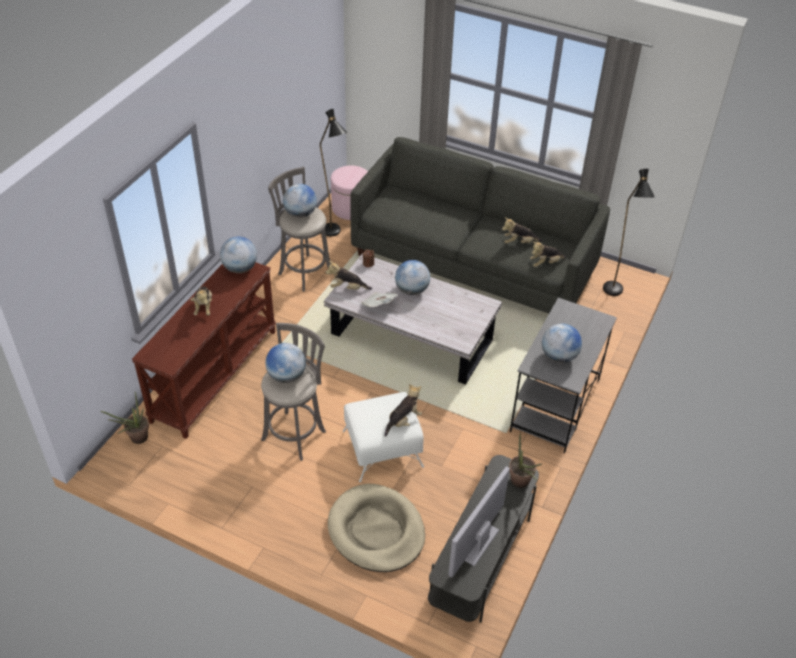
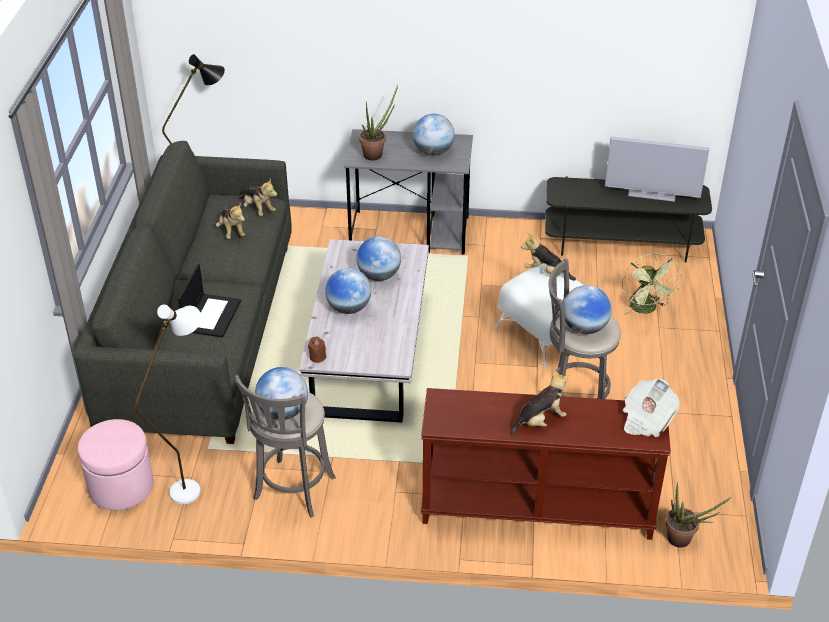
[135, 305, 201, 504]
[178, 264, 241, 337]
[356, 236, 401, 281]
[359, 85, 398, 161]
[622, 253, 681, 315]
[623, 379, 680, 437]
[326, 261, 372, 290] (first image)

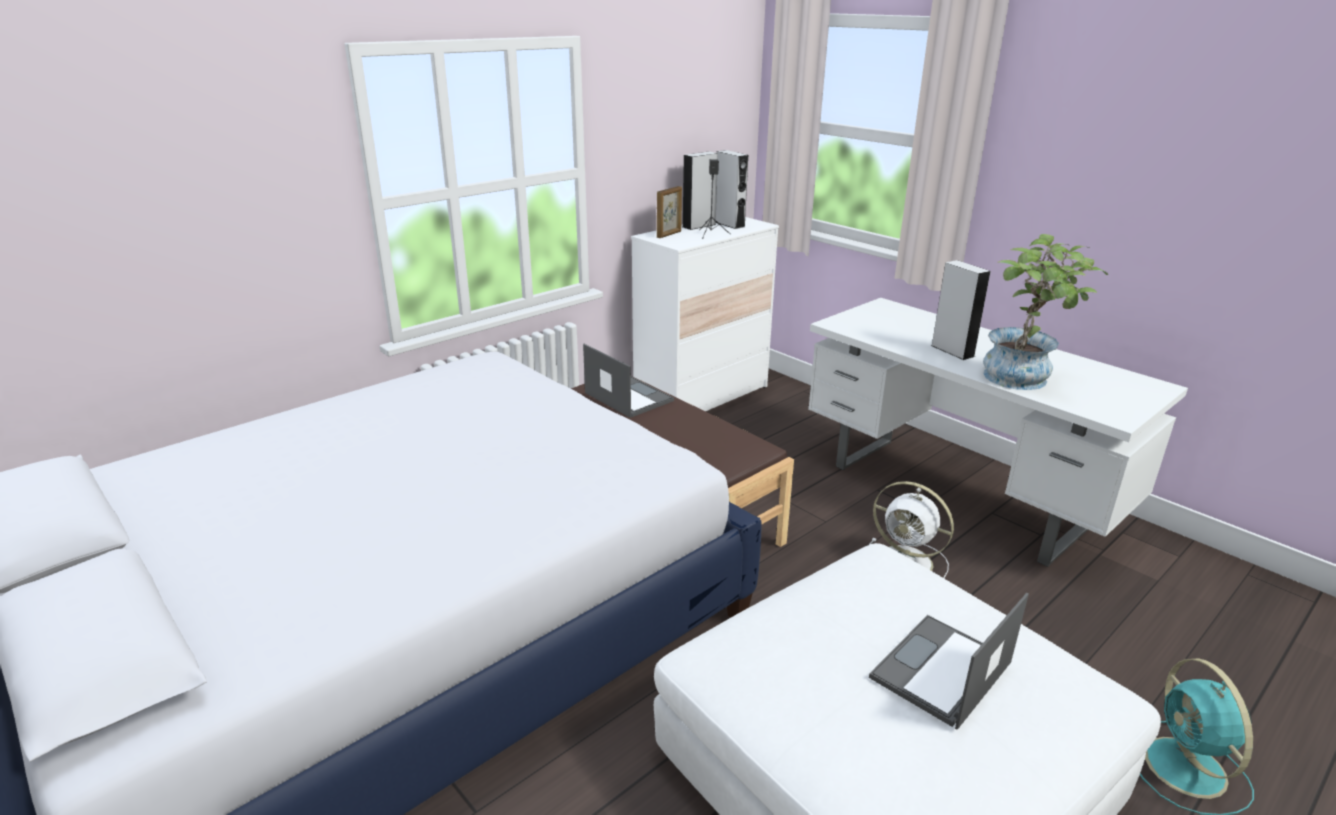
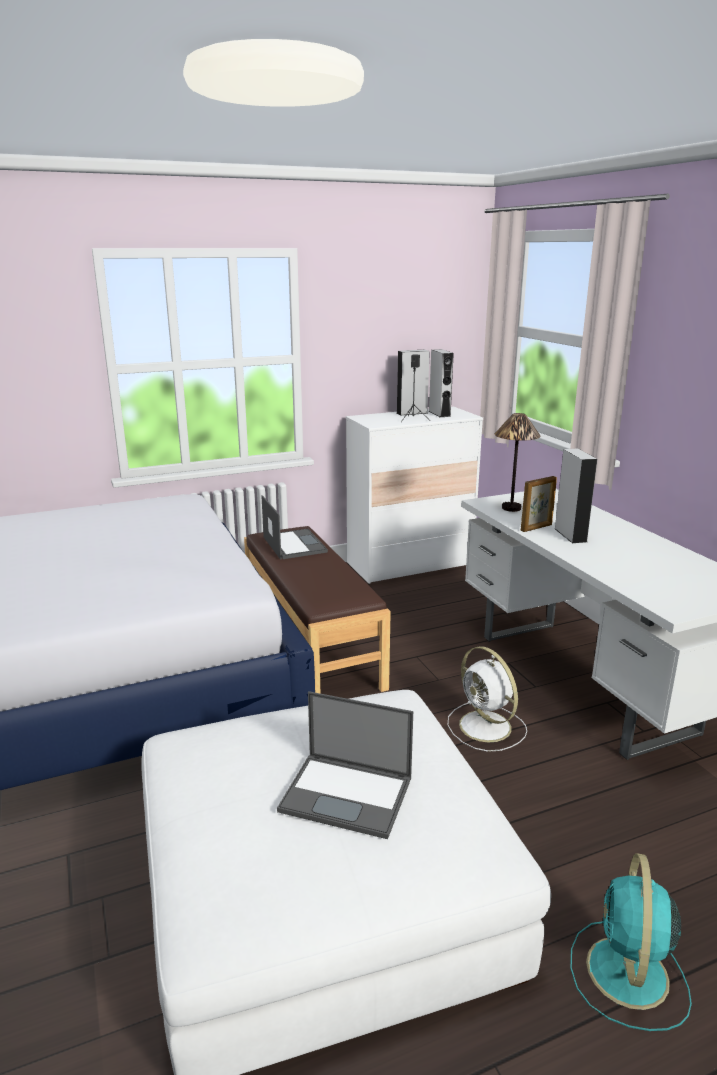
[277, 691, 413, 839]
[495, 413, 541, 512]
[521, 476, 557, 532]
[983, 234, 1108, 390] (first image)

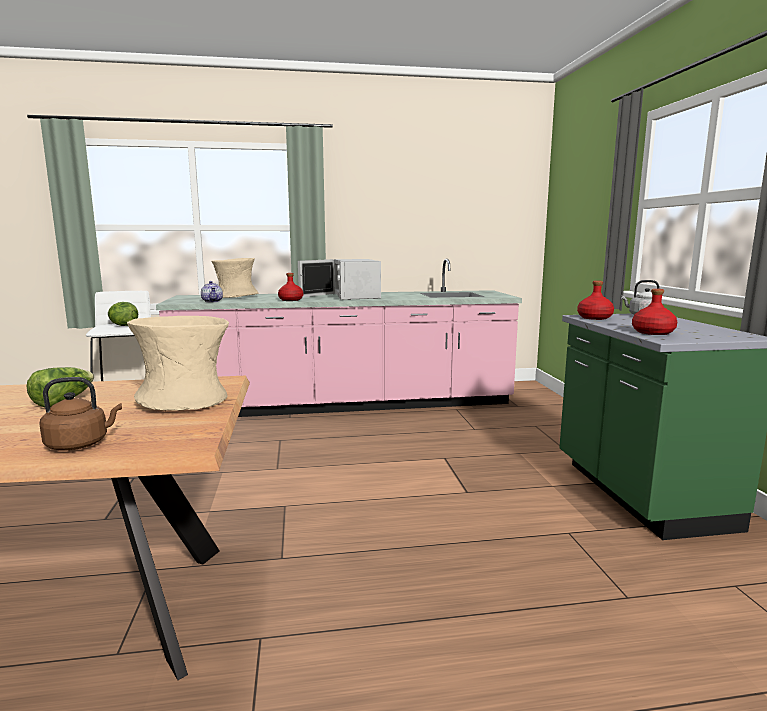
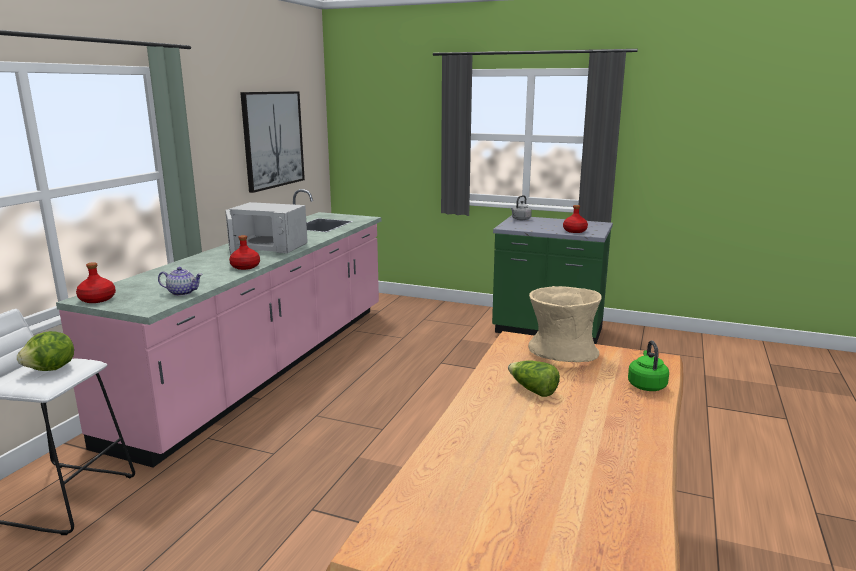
[76, 262, 116, 303]
[240, 91, 305, 193]
[628, 340, 669, 391]
[211, 258, 258, 298] (first image)

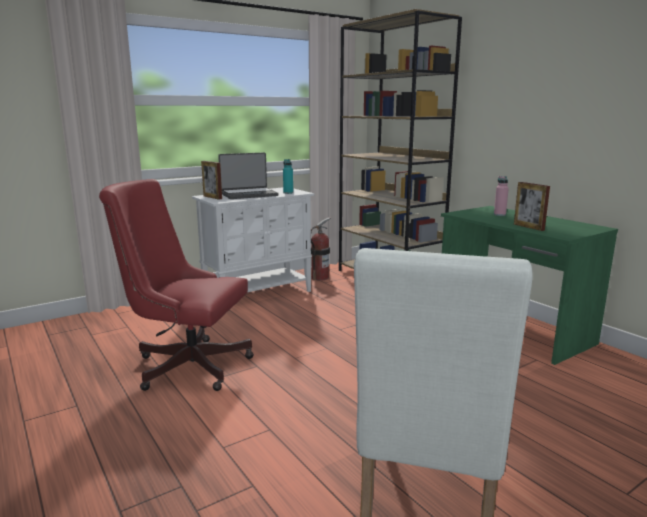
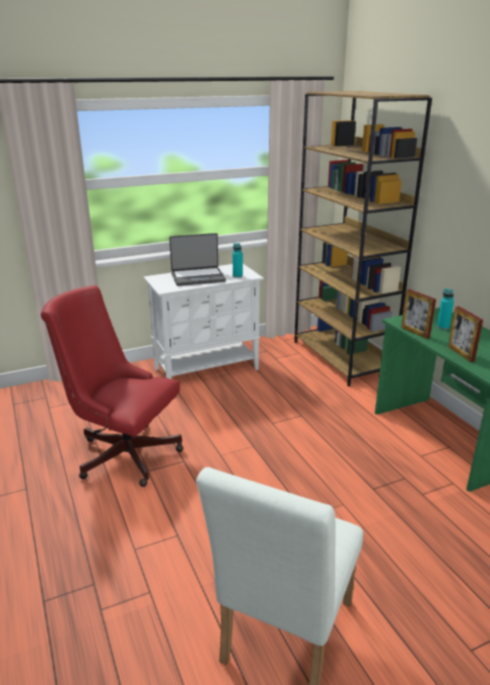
[401, 289, 436, 339]
[437, 289, 454, 330]
[311, 217, 331, 281] (first image)

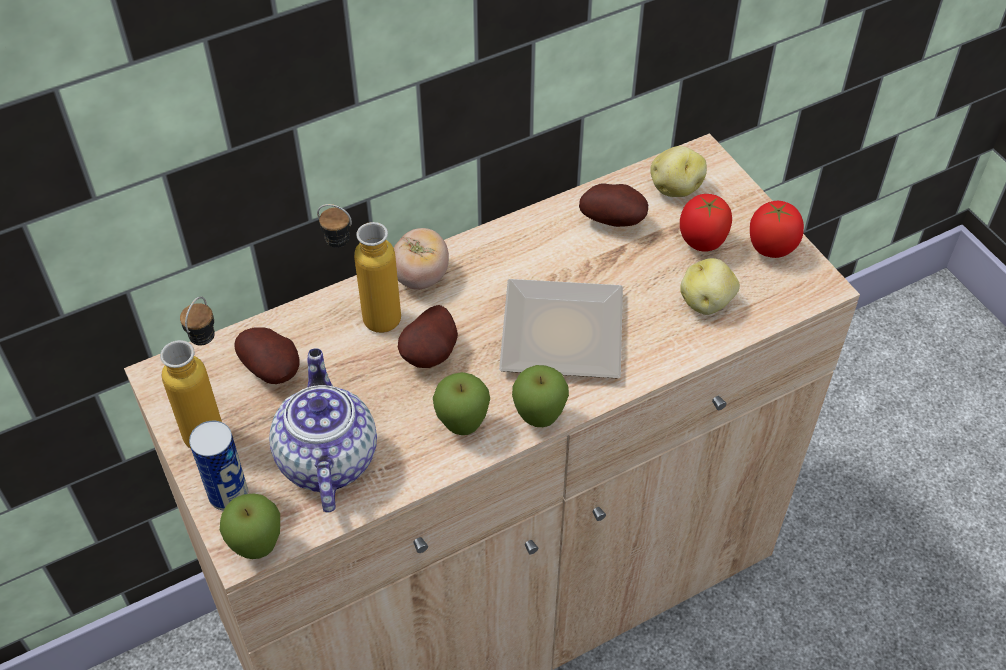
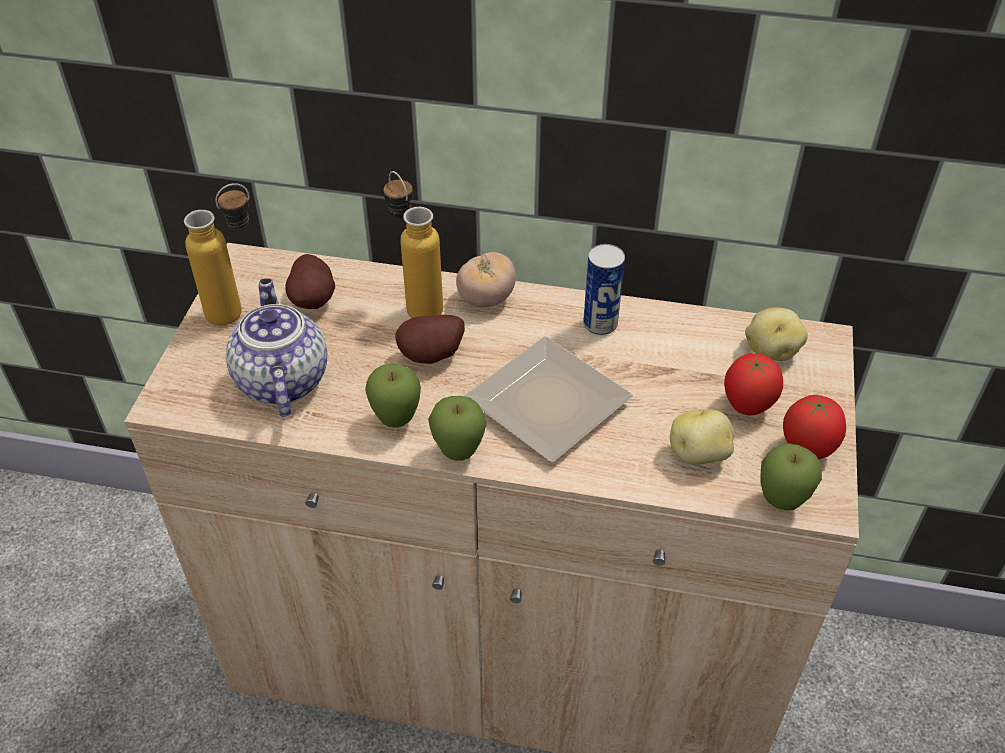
[226, 278, 327, 417]
[583, 244, 625, 335]
[760, 443, 822, 511]
[579, 183, 648, 227] (first image)

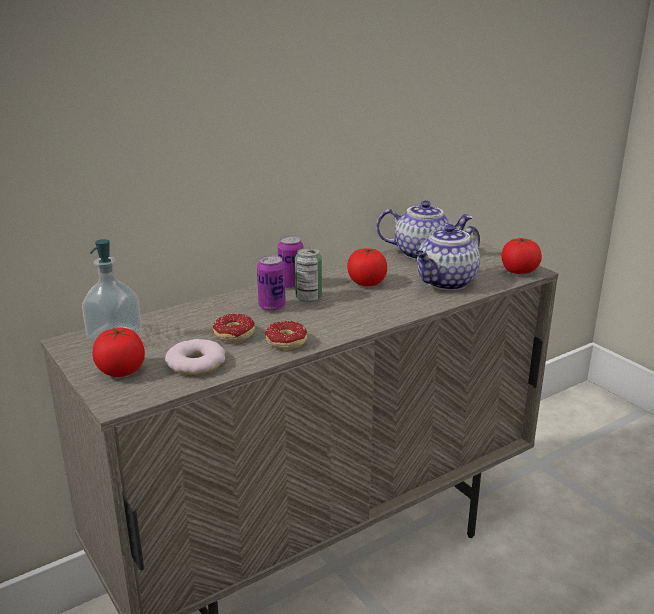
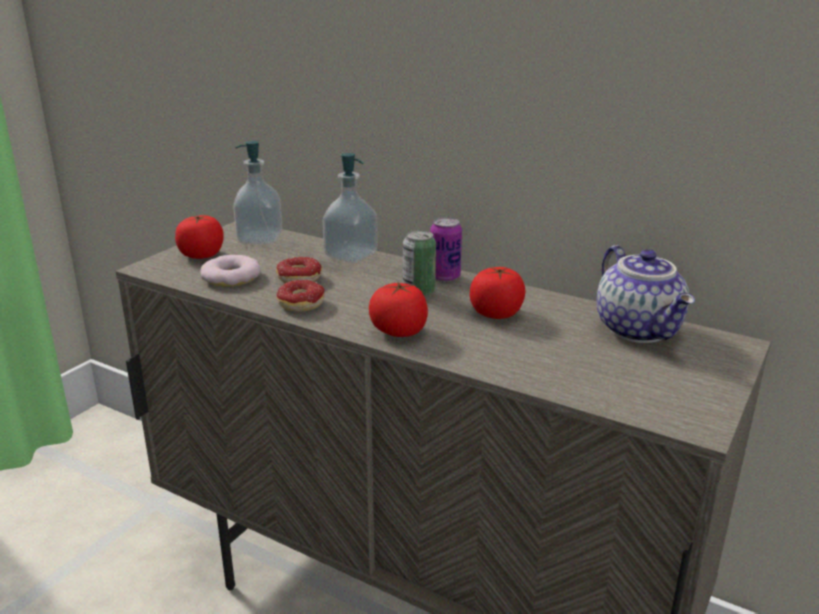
[323, 153, 378, 263]
[369, 281, 428, 337]
[257, 255, 286, 311] (first image)
[416, 224, 480, 290] (first image)

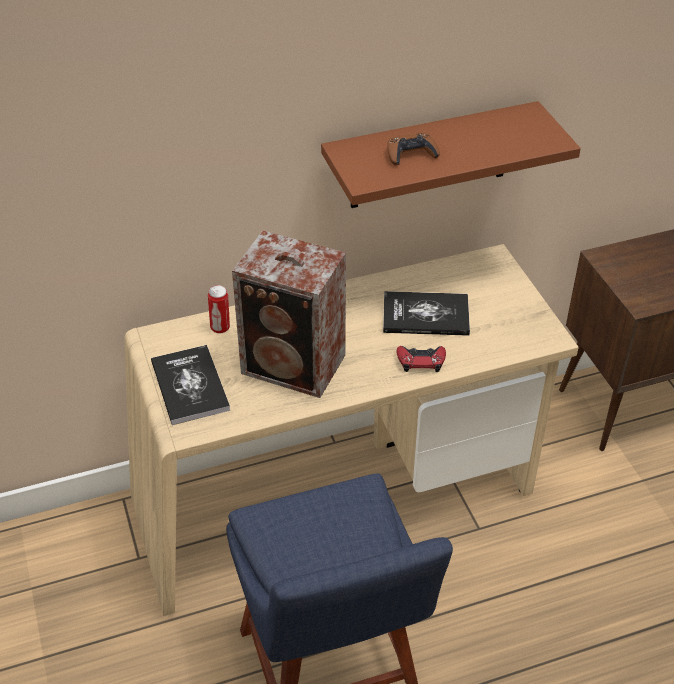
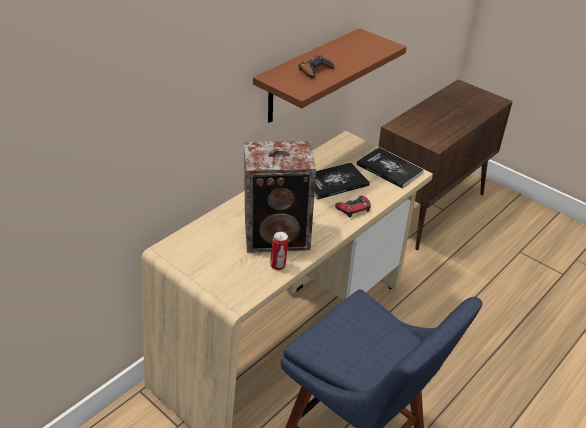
[270, 231, 289, 270]
[356, 147, 424, 188]

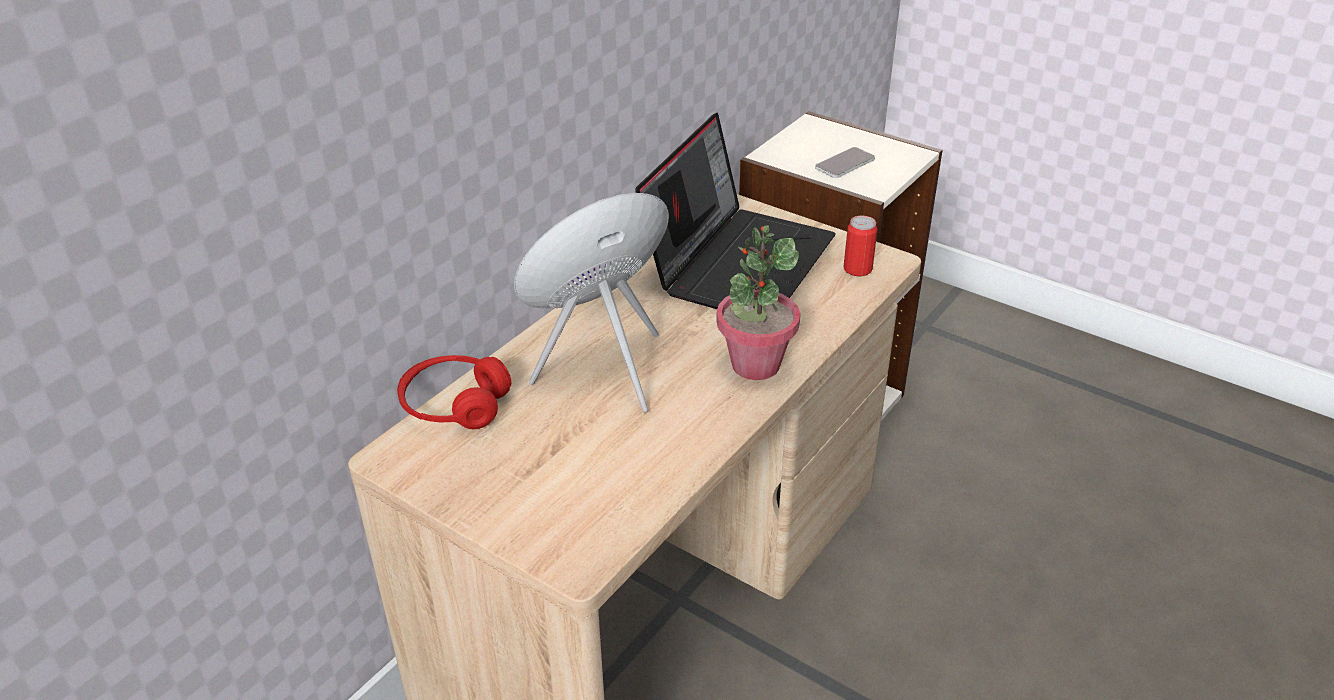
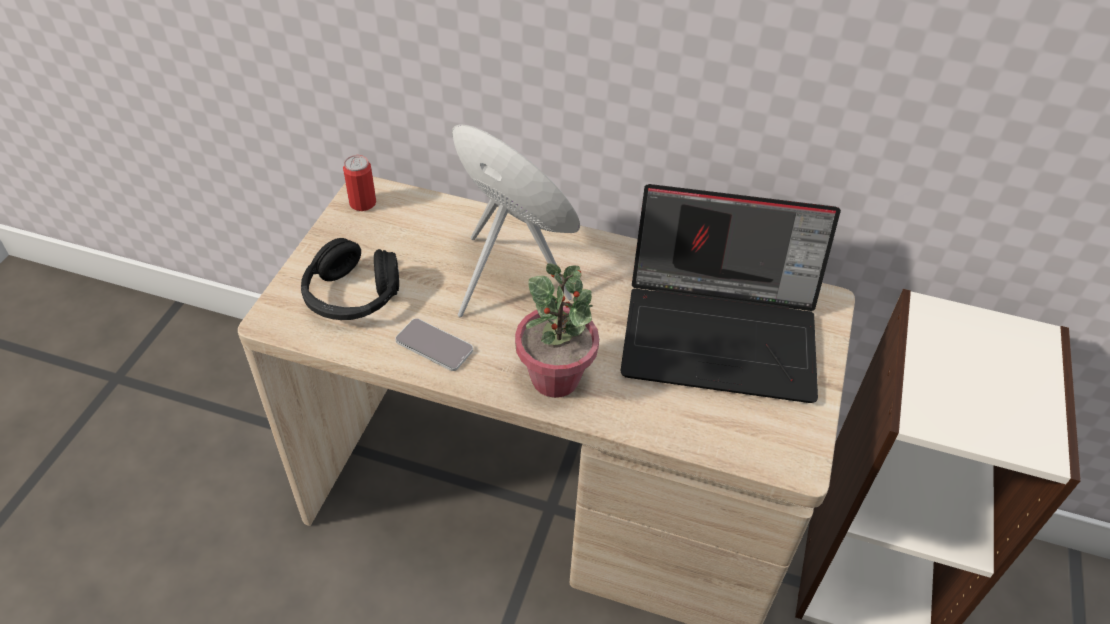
[301, 238, 399, 320]
[343, 155, 376, 211]
[395, 318, 473, 371]
[397, 355, 511, 429] (first image)

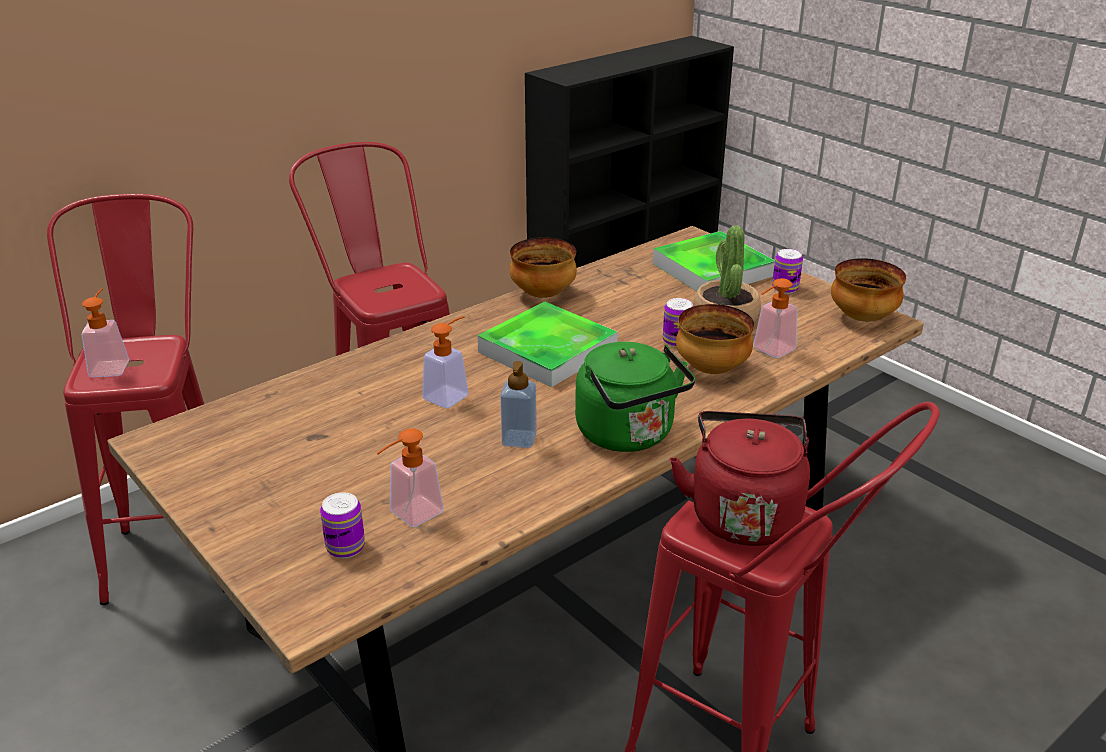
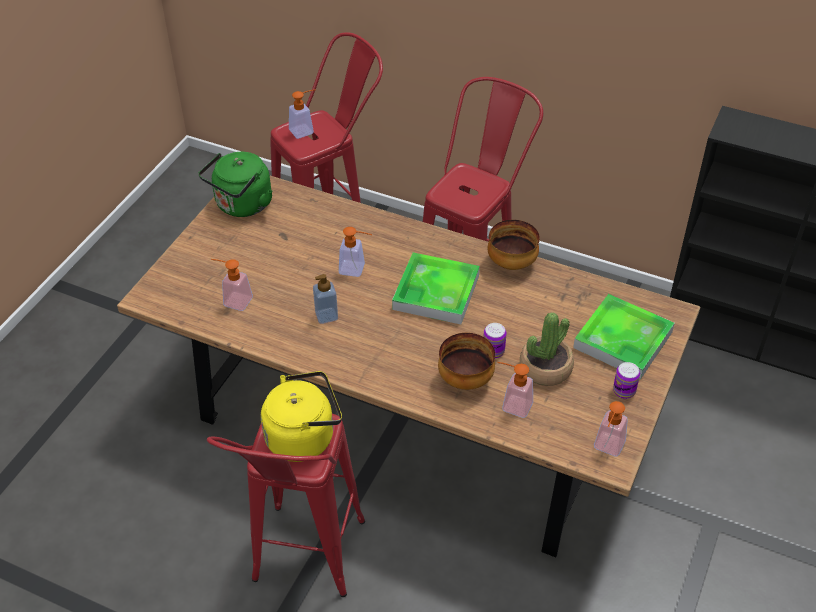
[198, 152, 272, 217]
[261, 371, 342, 462]
[594, 401, 628, 457]
[320, 492, 365, 558] (first image)

